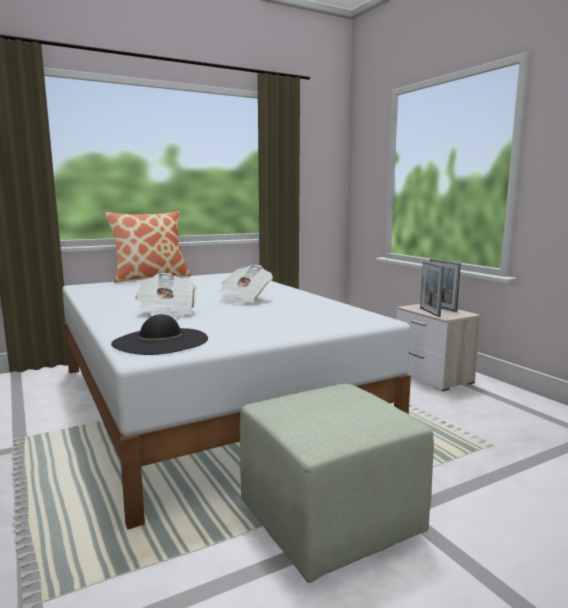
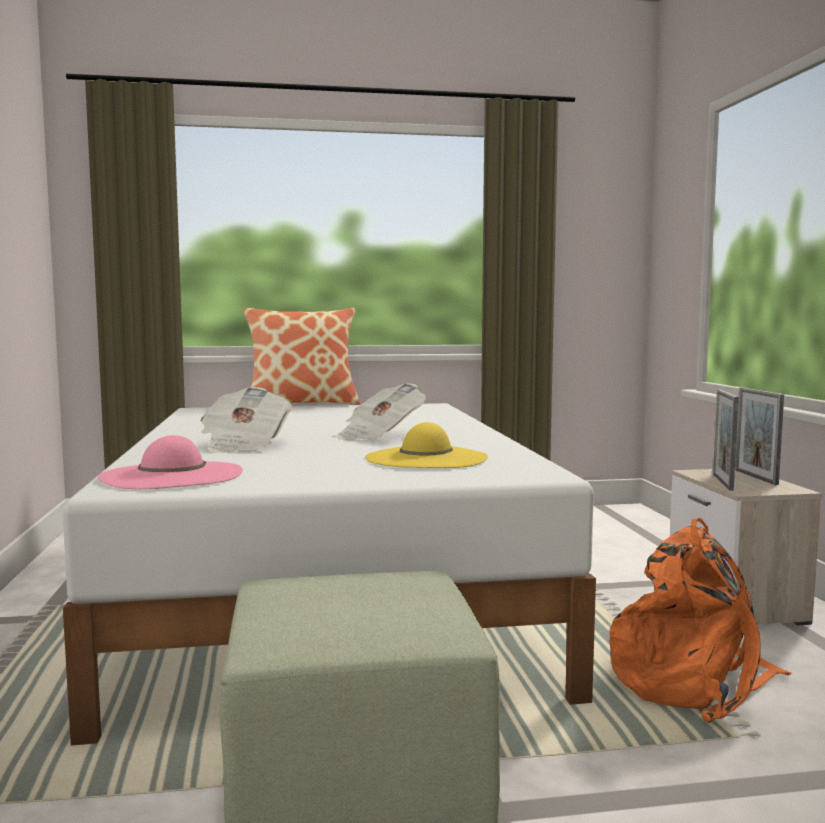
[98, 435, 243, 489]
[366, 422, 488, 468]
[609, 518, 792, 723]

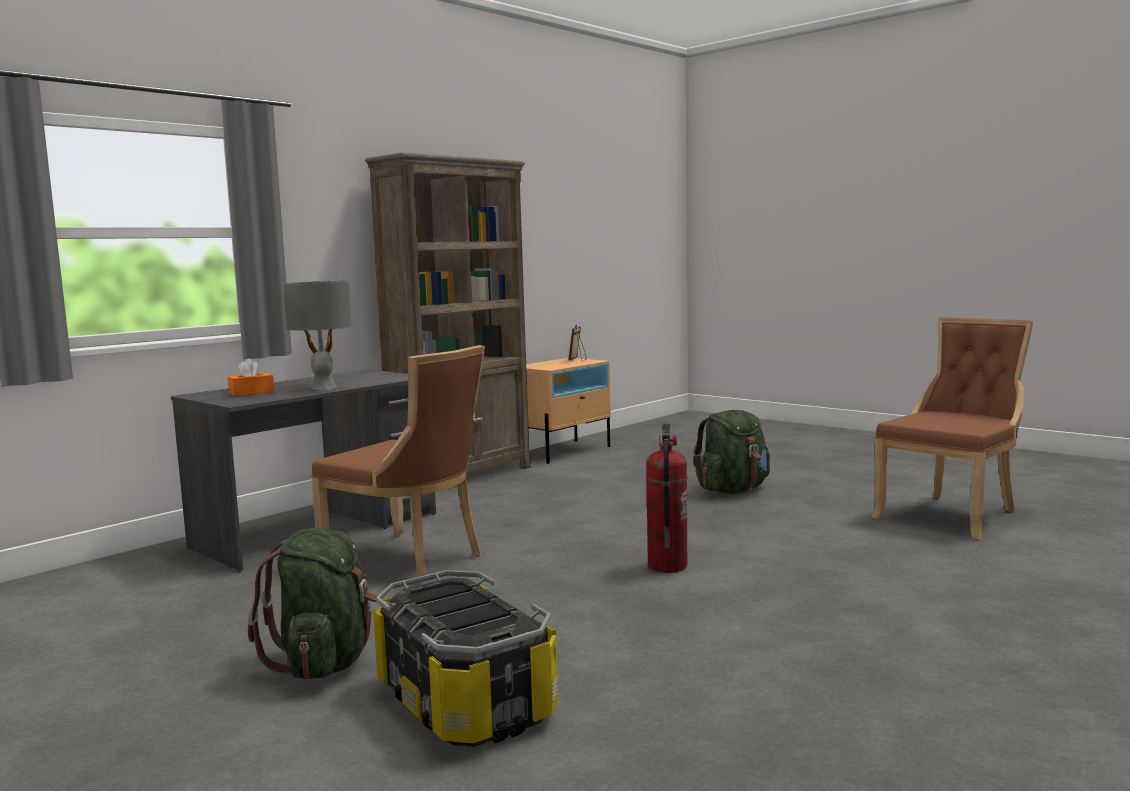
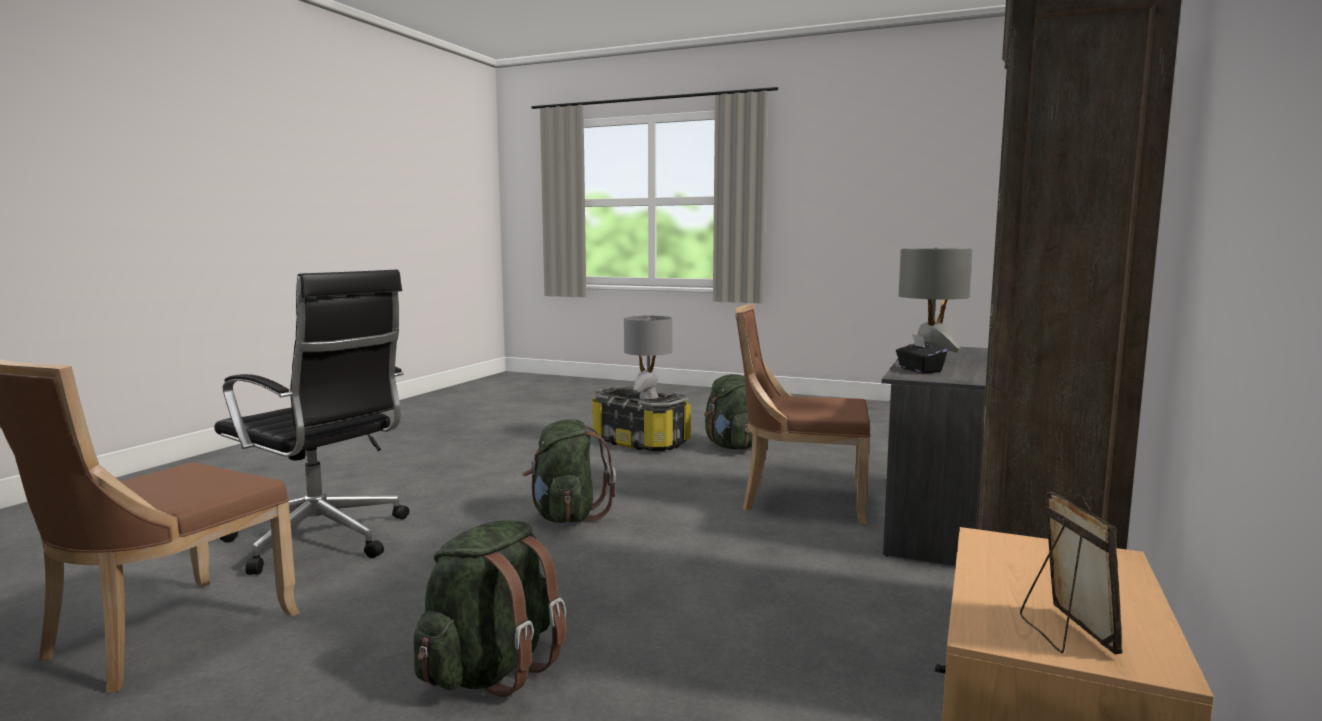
[214, 270, 409, 575]
[522, 419, 616, 523]
[624, 316, 672, 399]
[896, 334, 947, 373]
[228, 359, 274, 396] (first image)

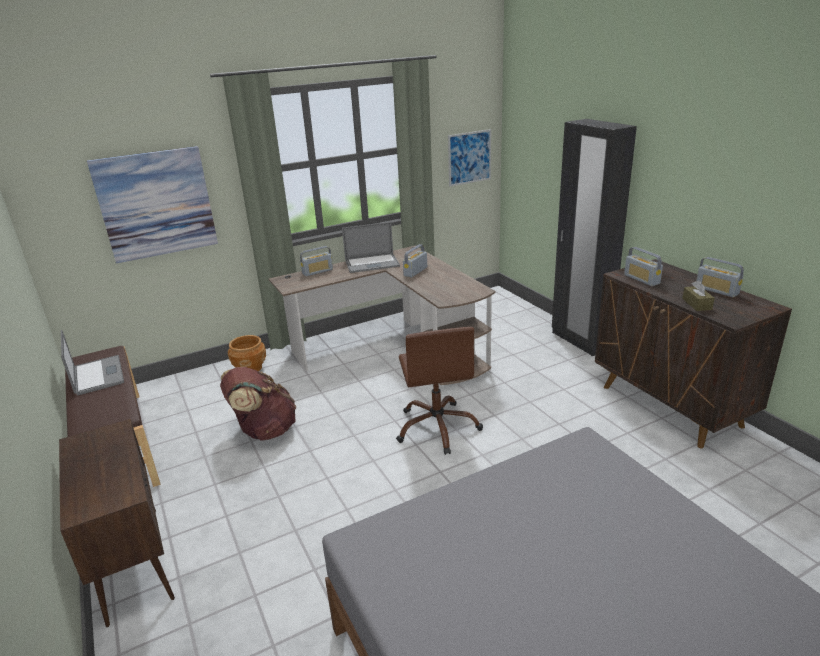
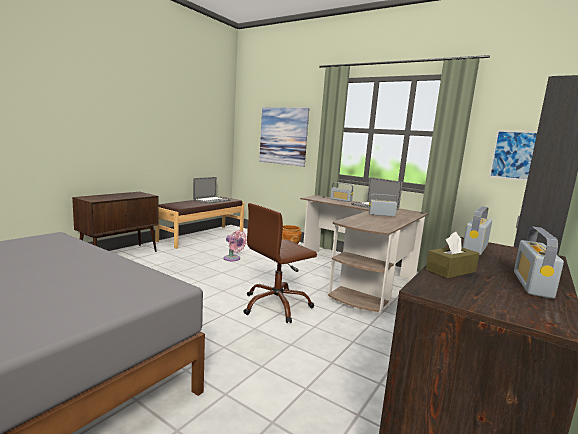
[223, 230, 247, 261]

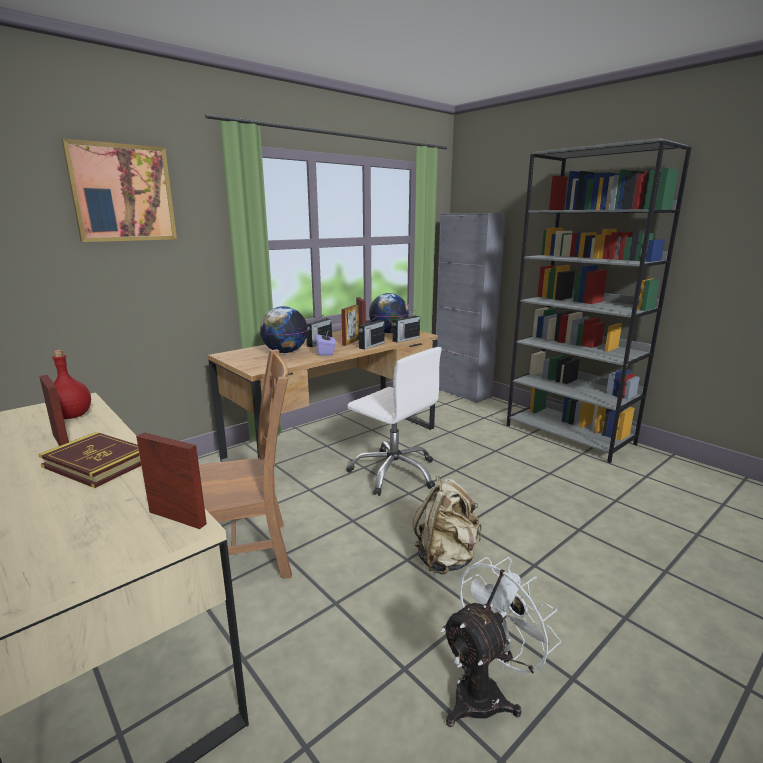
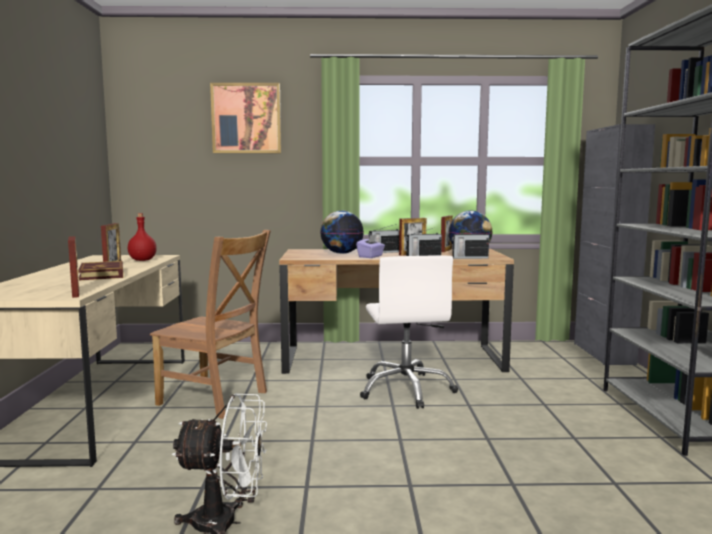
[413, 476, 482, 575] (first image)

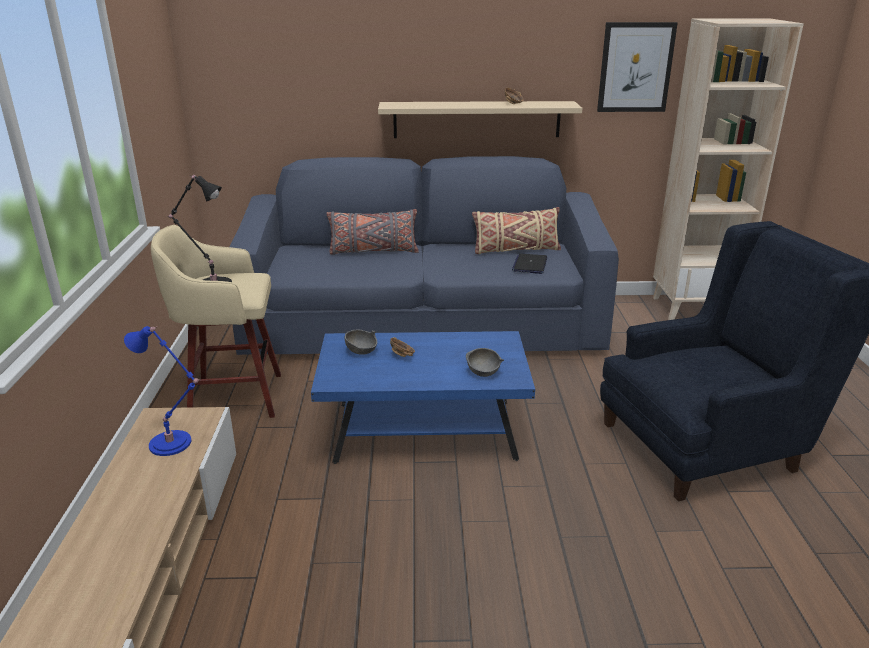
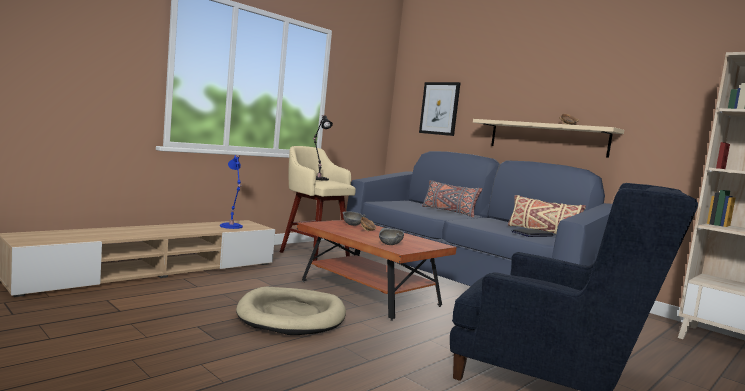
[236, 287, 346, 335]
[297, 220, 457, 320]
[419, 82, 460, 136]

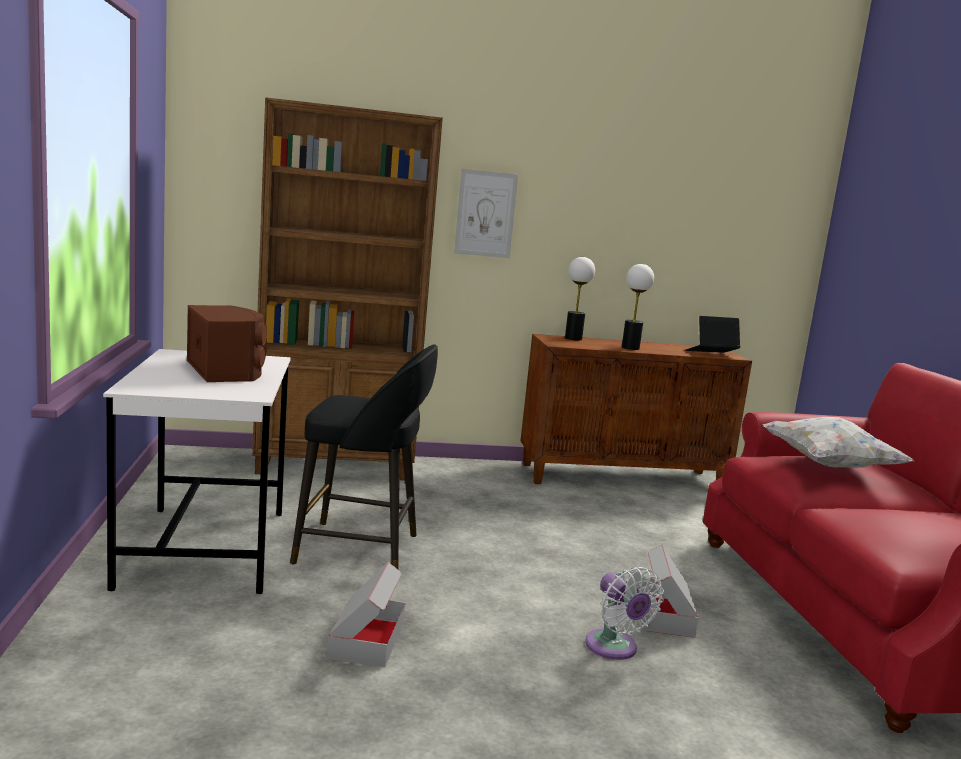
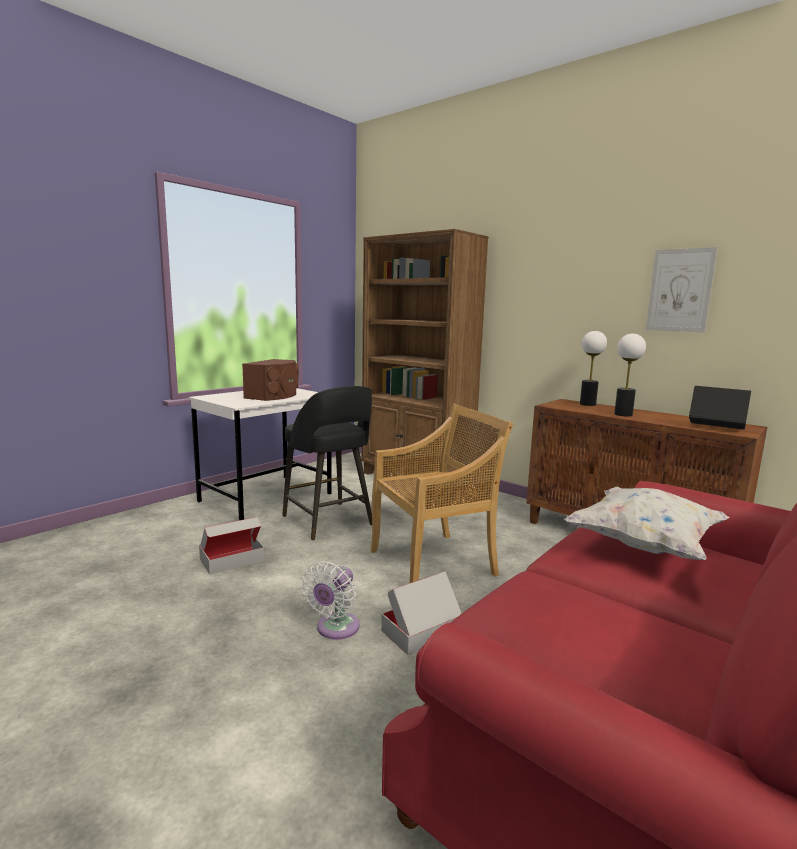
[371, 404, 513, 583]
[646, 247, 718, 332]

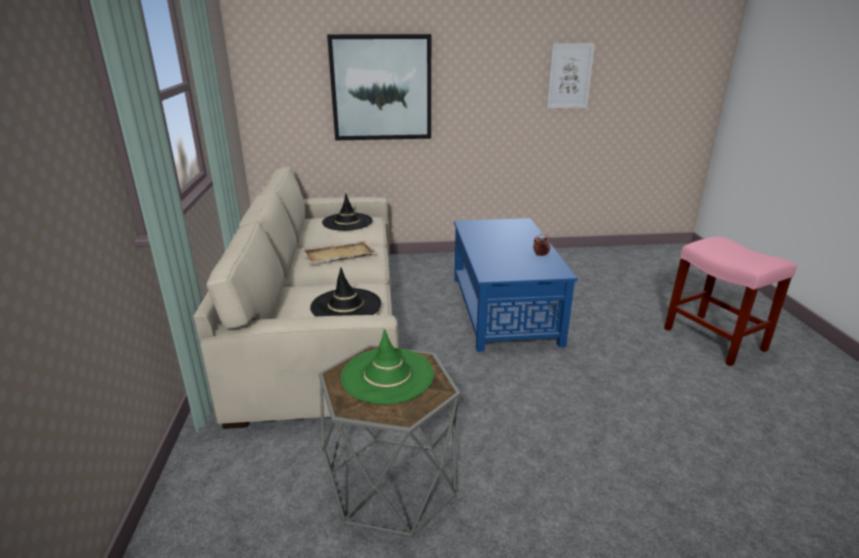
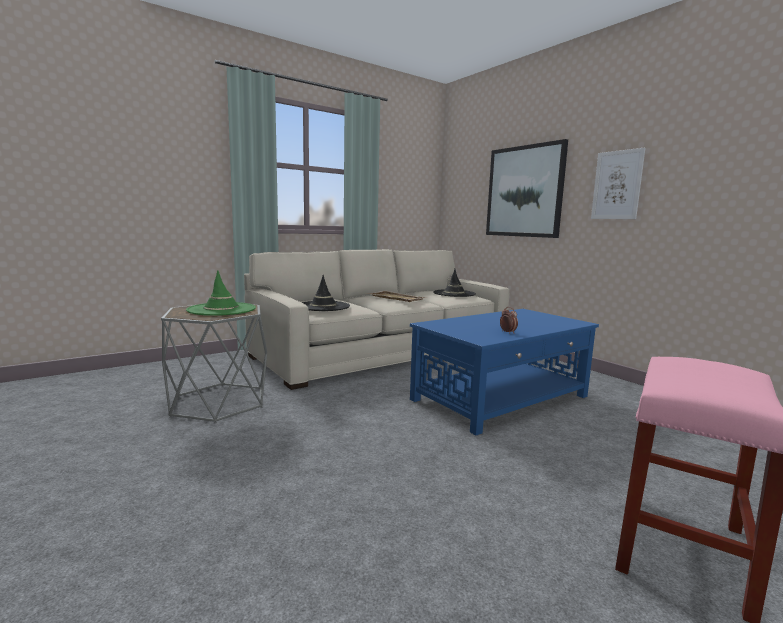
[591, 148, 645, 219]

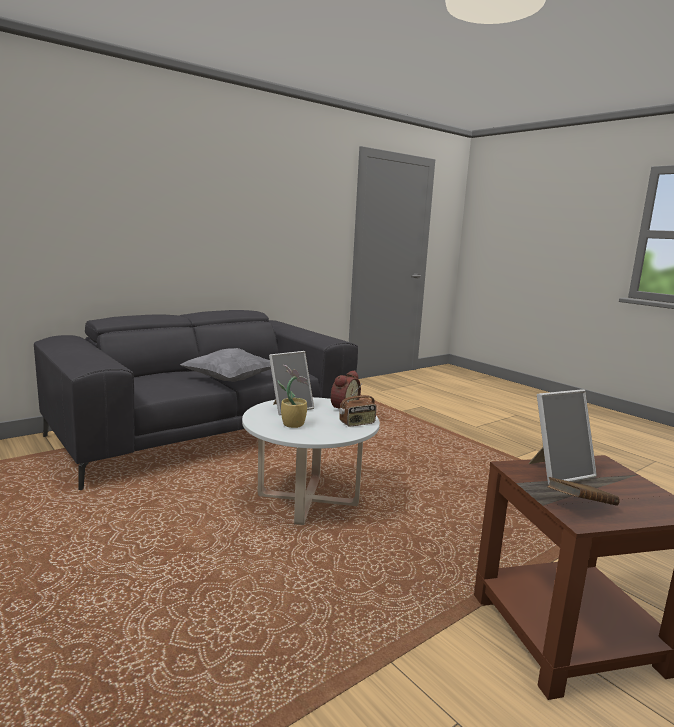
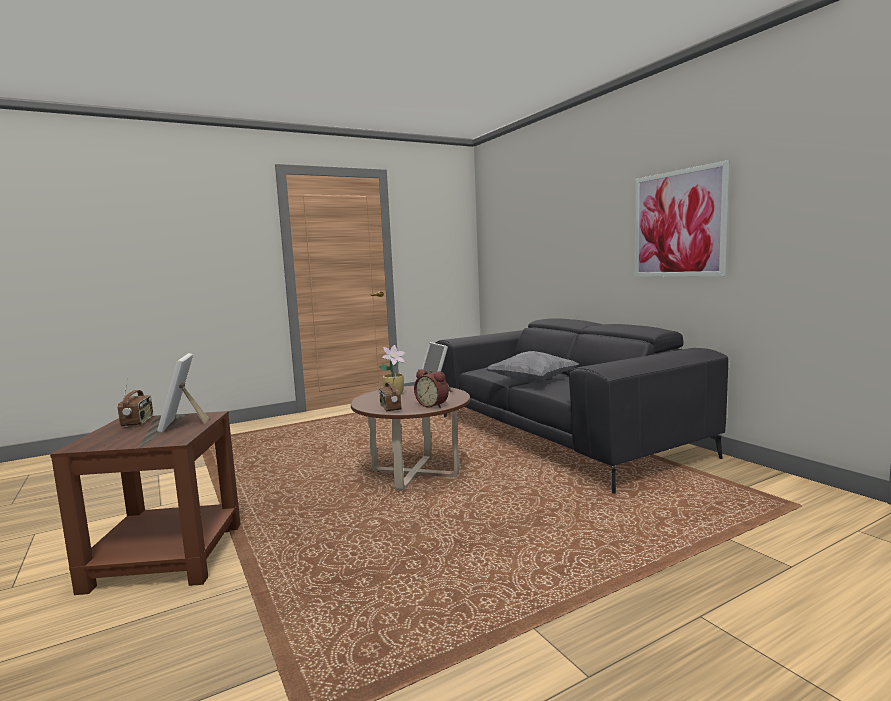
[118, 379, 153, 427]
[351, 386, 470, 491]
[635, 160, 730, 277]

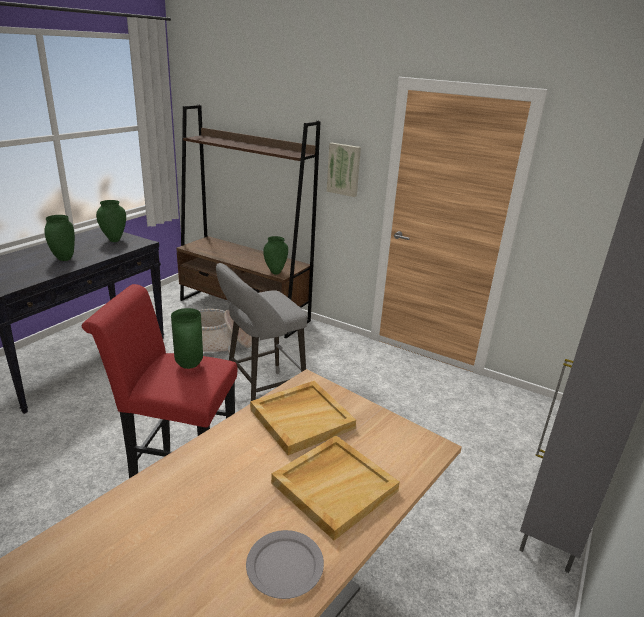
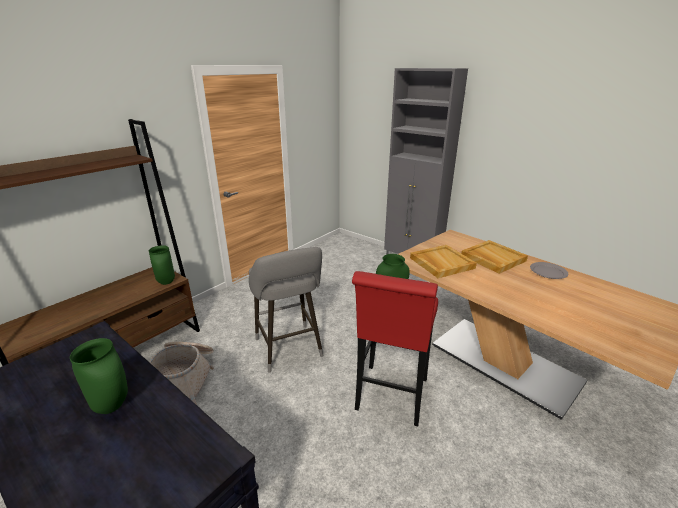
[96, 200, 126, 242] (first image)
[327, 143, 361, 197] (first image)

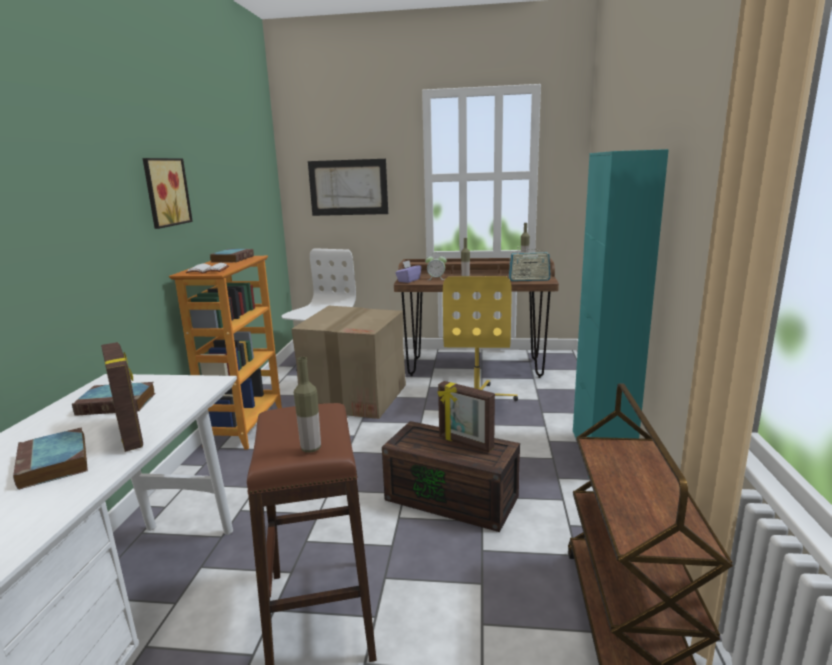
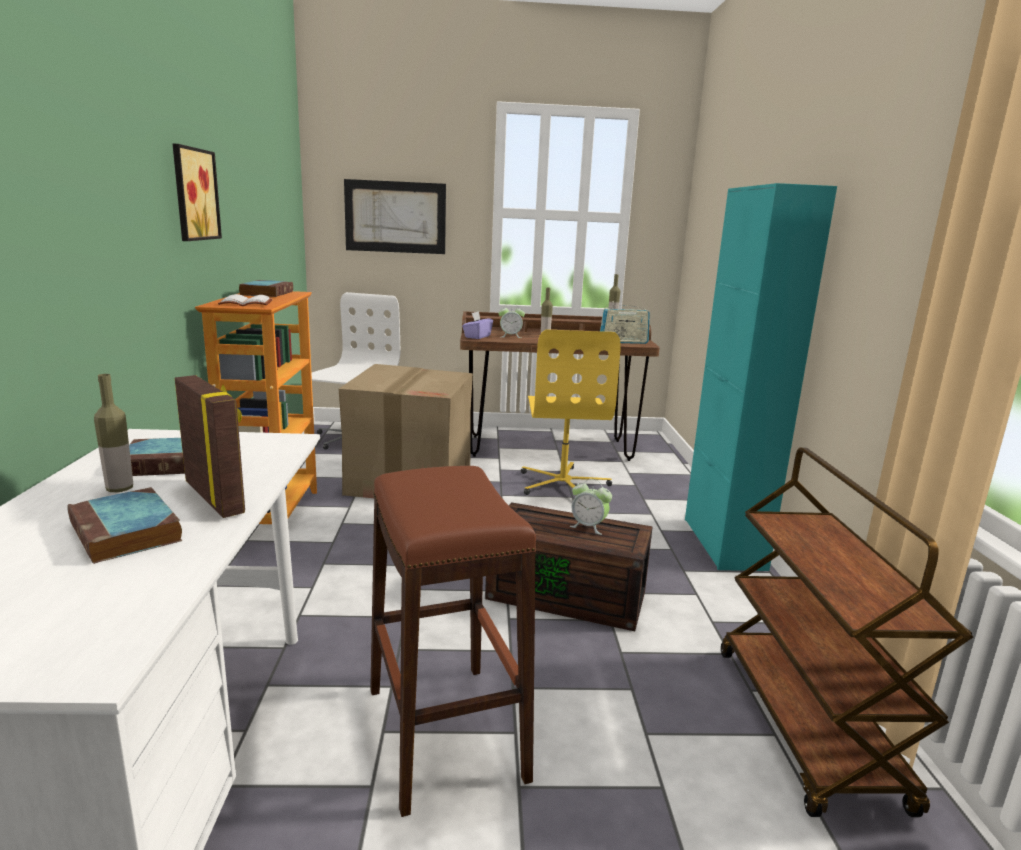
[94, 374, 133, 492]
[570, 479, 612, 535]

